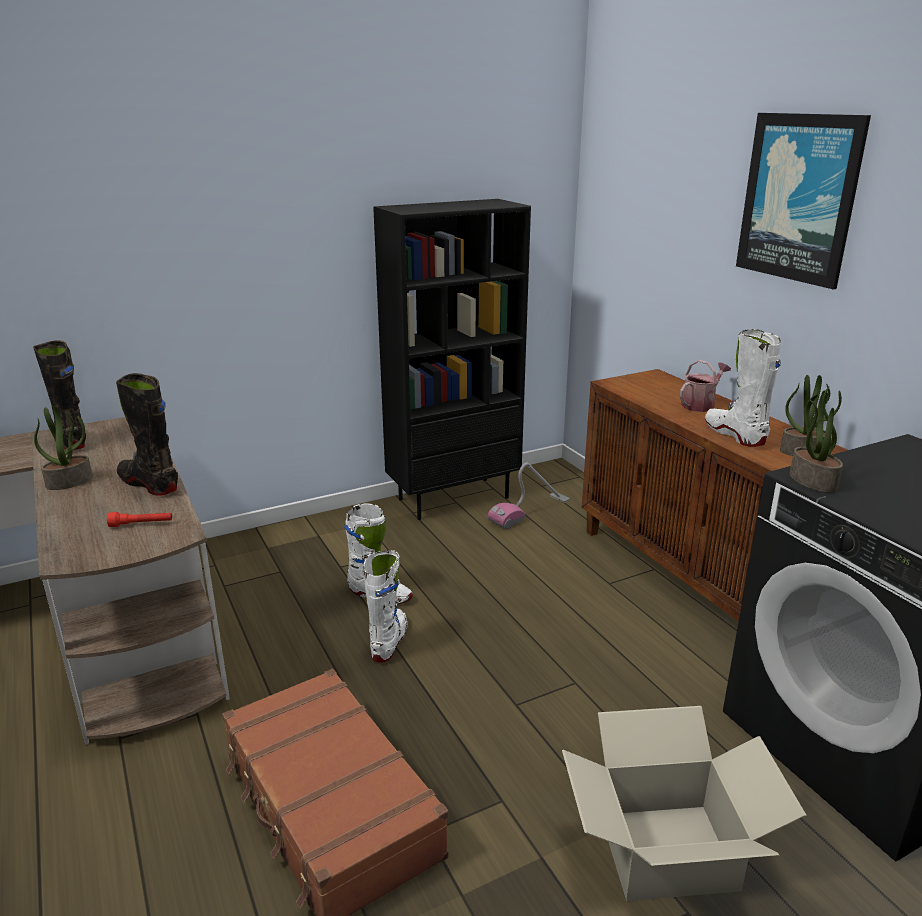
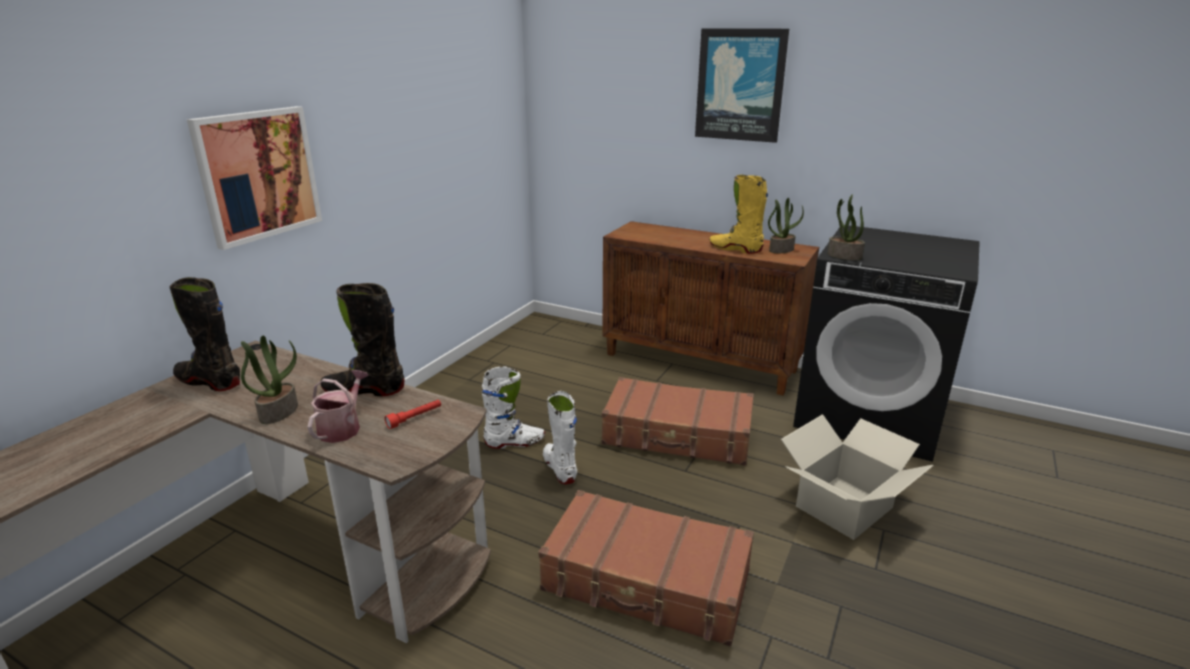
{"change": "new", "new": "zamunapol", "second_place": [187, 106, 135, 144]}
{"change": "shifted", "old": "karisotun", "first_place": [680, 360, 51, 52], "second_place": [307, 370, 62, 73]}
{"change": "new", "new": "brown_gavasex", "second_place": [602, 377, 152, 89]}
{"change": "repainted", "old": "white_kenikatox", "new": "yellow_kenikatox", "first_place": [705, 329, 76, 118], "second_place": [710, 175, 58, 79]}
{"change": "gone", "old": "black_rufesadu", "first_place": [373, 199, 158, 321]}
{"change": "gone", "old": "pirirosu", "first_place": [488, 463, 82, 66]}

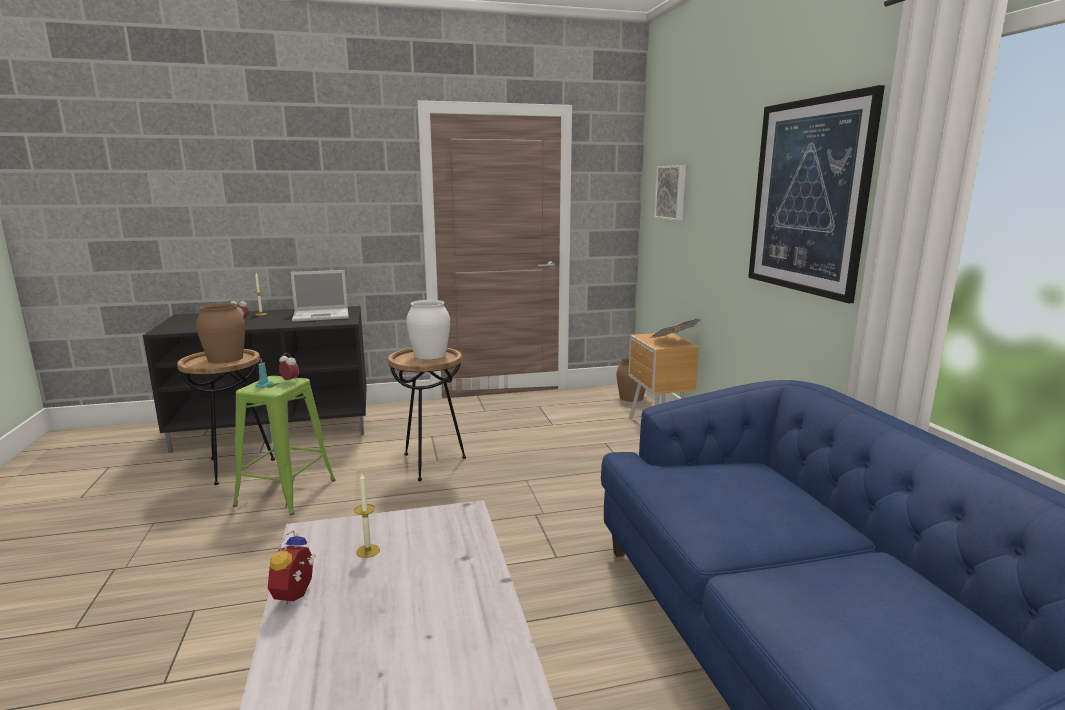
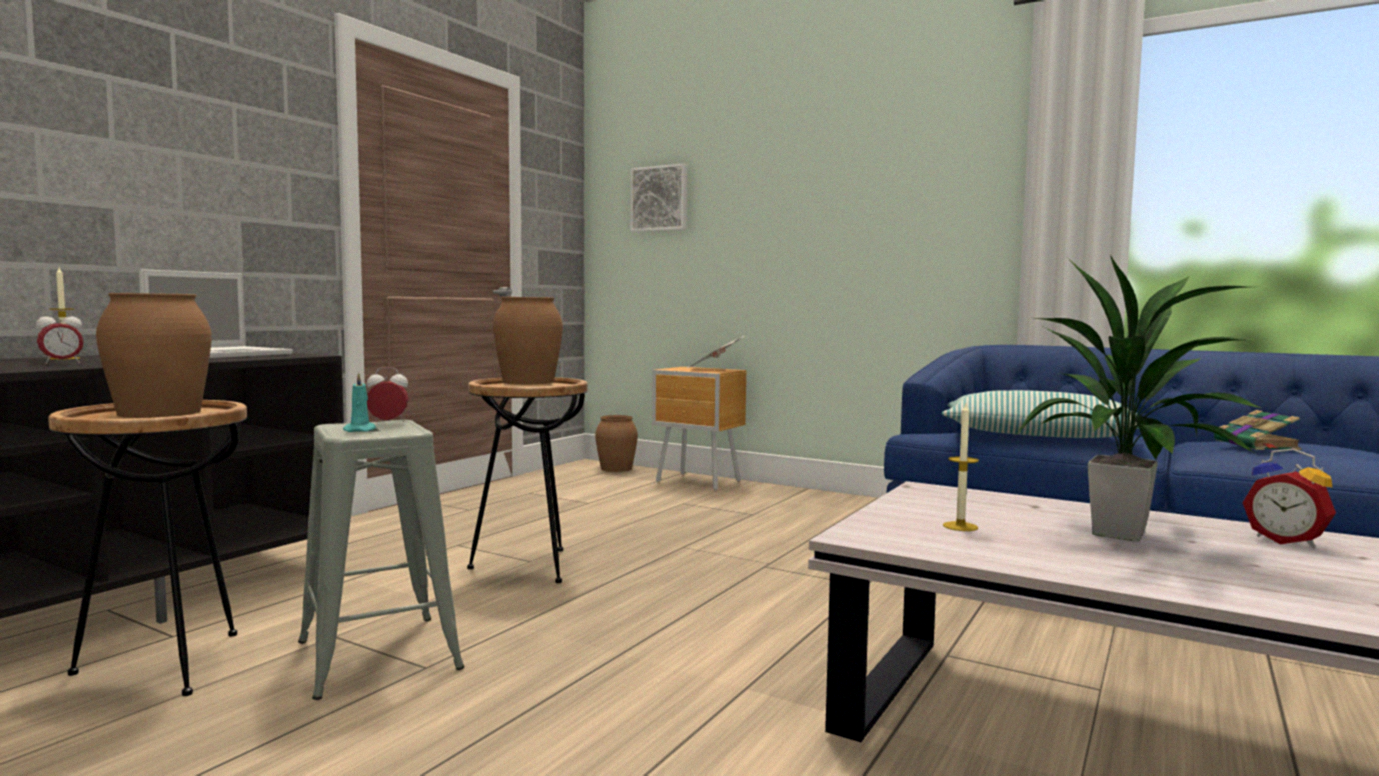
{"change": "repainted", "old": "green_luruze", "new": "grey_luruze", "first_place": [233, 376, 102, 139], "second_place": [298, 420, 166, 280]}
{"change": "repainted", "old": "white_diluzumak", "new": "brown_diluzumak", "first_place": [406, 300, 44, 59], "second_place": [493, 297, 70, 88]}
{"change": "new", "new": "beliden", "second_place": [942, 390, 197, 48]}
{"change": "new", "new": "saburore", "second_place": [1016, 255, 250, 287]}
{"change": "new", "new": "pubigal", "second_place": [1214, 410, 87, 40]}
{"change": "shifted", "old": "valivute", "first_place": [268, 530, 48, 76], "second_place": [1242, 448, 94, 100]}
{"change": "gone", "old": "zamunapol", "first_place": [748, 85, 137, 218]}

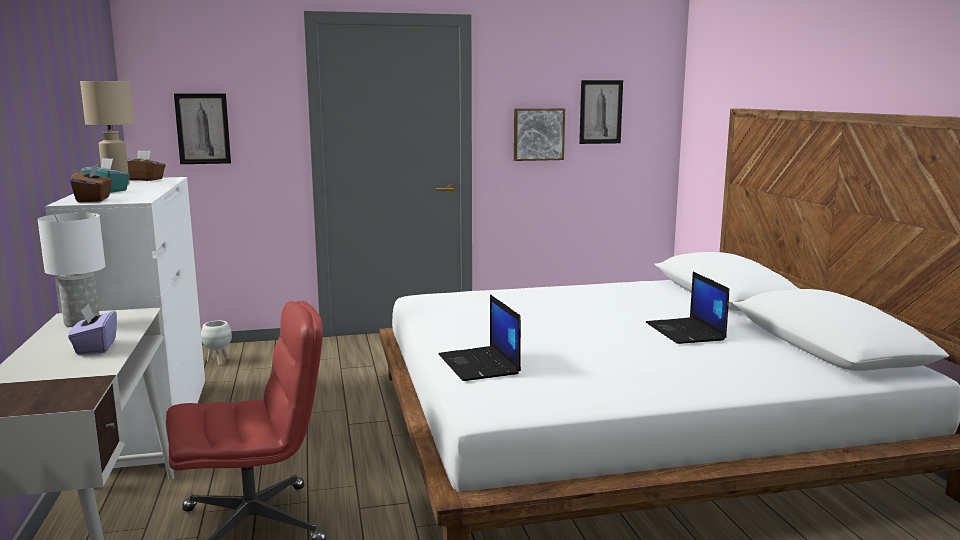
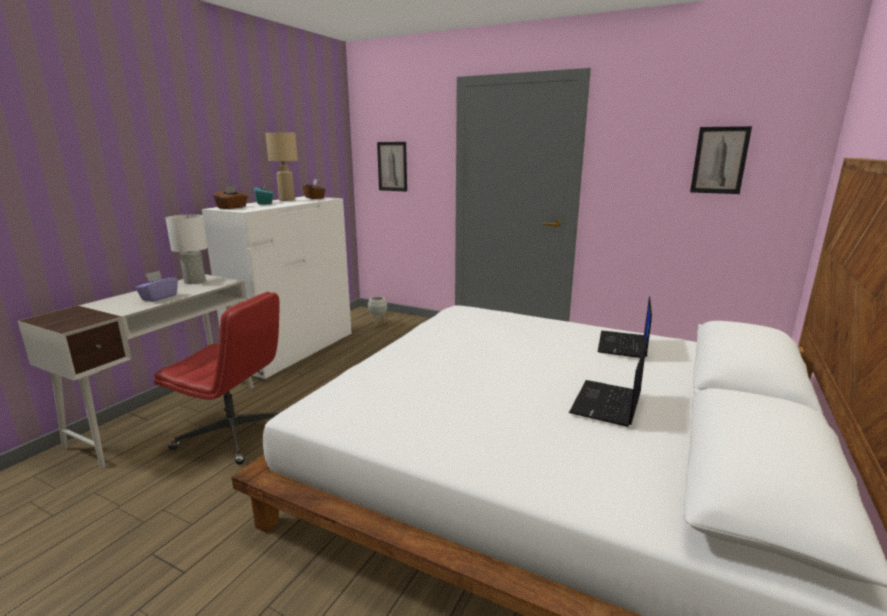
{"change": "shifted", "old": "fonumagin", "first_place": [439, 295, 82, 86], "second_place": [598, 296, 54, 62]}
{"change": "gone", "old": "zamunapol", "first_place": [514, 108, 51, 53]}

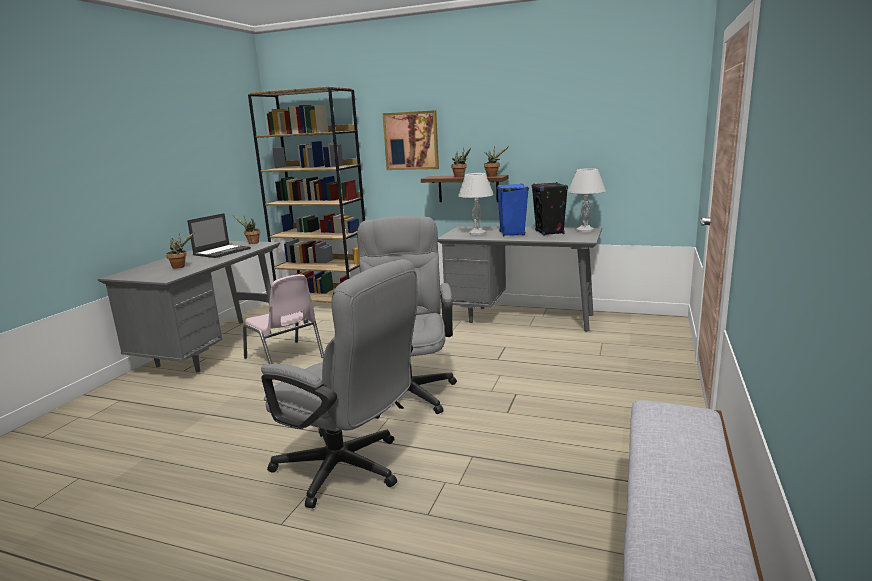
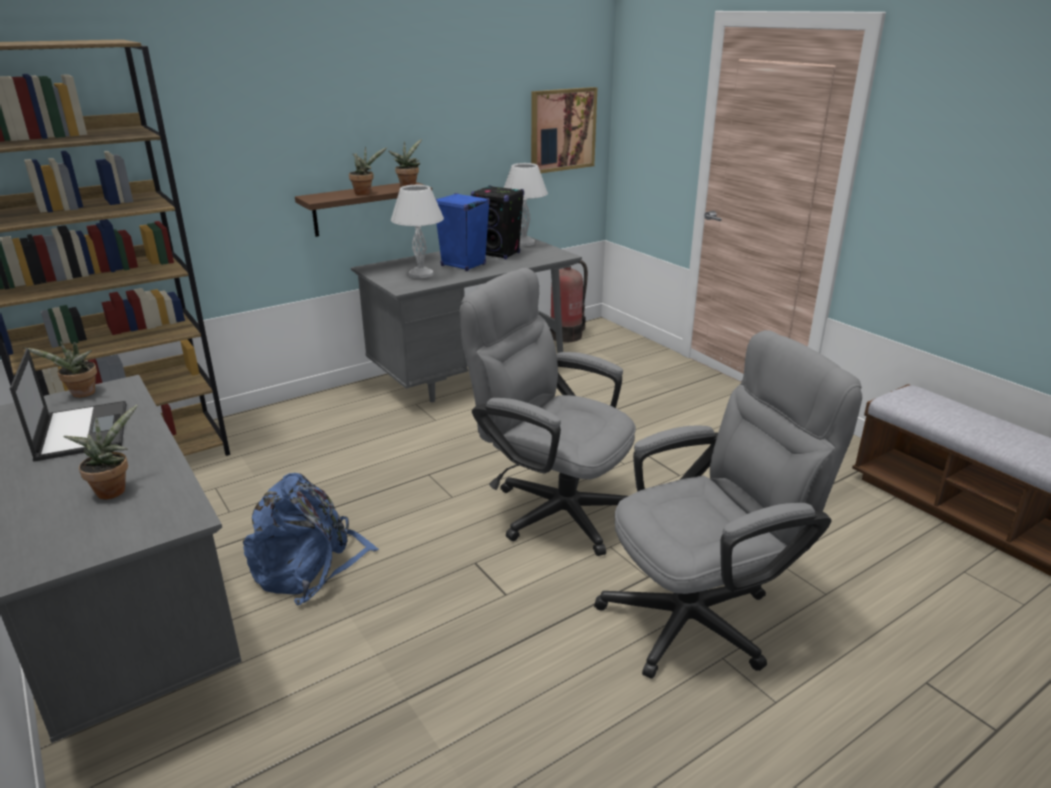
{"change": "swapped", "old": "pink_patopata", "new": "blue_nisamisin", "first_place": [243, 274, 81, 90], "second_place": [243, 473, 136, 132]}
{"change": "shifted", "old": "zamunapol", "first_place": [383, 110, 56, 60], "second_place": [531, 87, 66, 86]}
{"change": "new", "new": "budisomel", "second_place": [550, 260, 38, 82]}

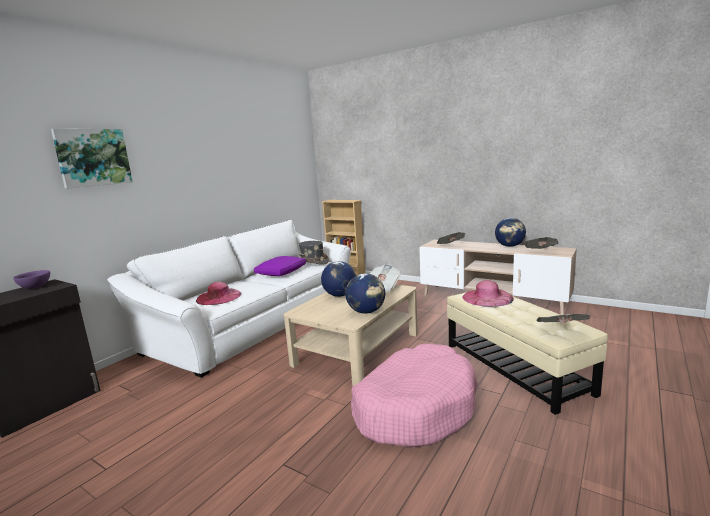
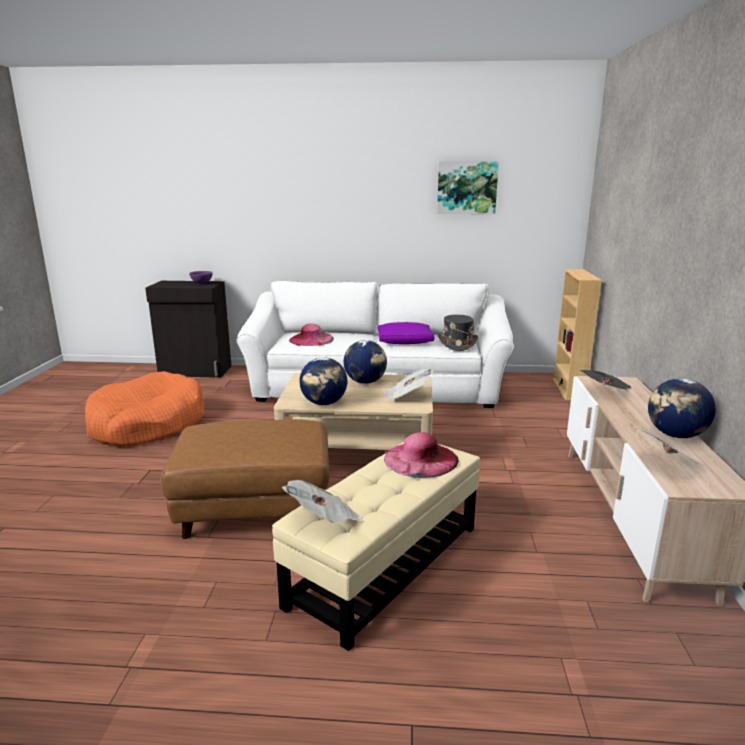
{"change": "new", "new": "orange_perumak", "second_place": [85, 371, 120, 75]}
{"change": "swapped", "old": "pink_perumak", "new": "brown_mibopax", "first_place": [351, 343, 127, 104], "second_place": [160, 419, 170, 120]}
{"change": "shifted", "old": "zamunapol", "first_place": [51, 129, 82, 60], "second_place": [437, 162, 62, 52]}

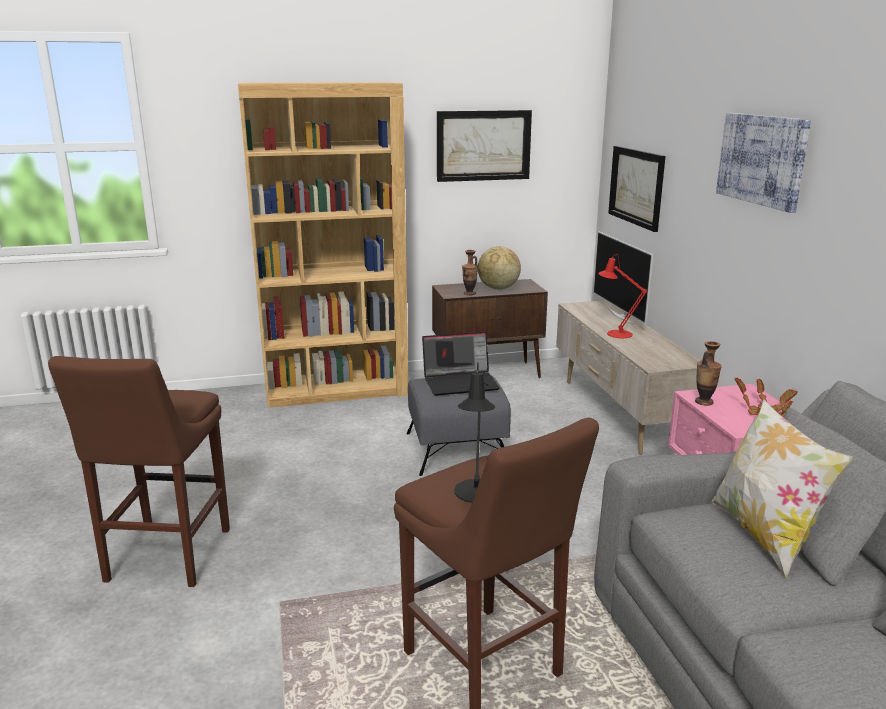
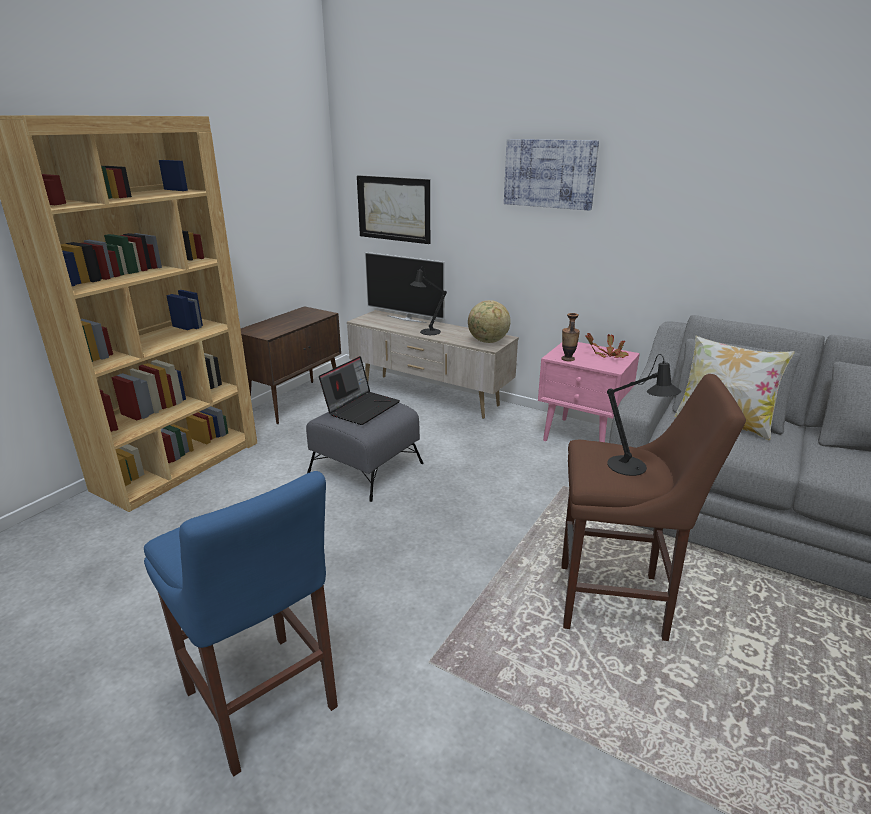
{"change": "repainted", "old": "brown_luruze", "new": "blue_luruze", "first_place": [48, 356, 182, 231], "second_place": [144, 471, 194, 306]}
{"change": "repainted", "old": "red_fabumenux", "new": "black_fabumenux", "first_place": [598, 254, 49, 84], "second_place": [410, 266, 37, 69]}
{"change": "shifted", "old": "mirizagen", "first_place": [478, 246, 43, 44], "second_place": [468, 300, 43, 43]}
{"change": "gone", "old": "zamunapol", "first_place": [437, 110, 95, 72]}
{"change": "gone", "old": "diluzumak", "first_place": [462, 250, 16, 45]}

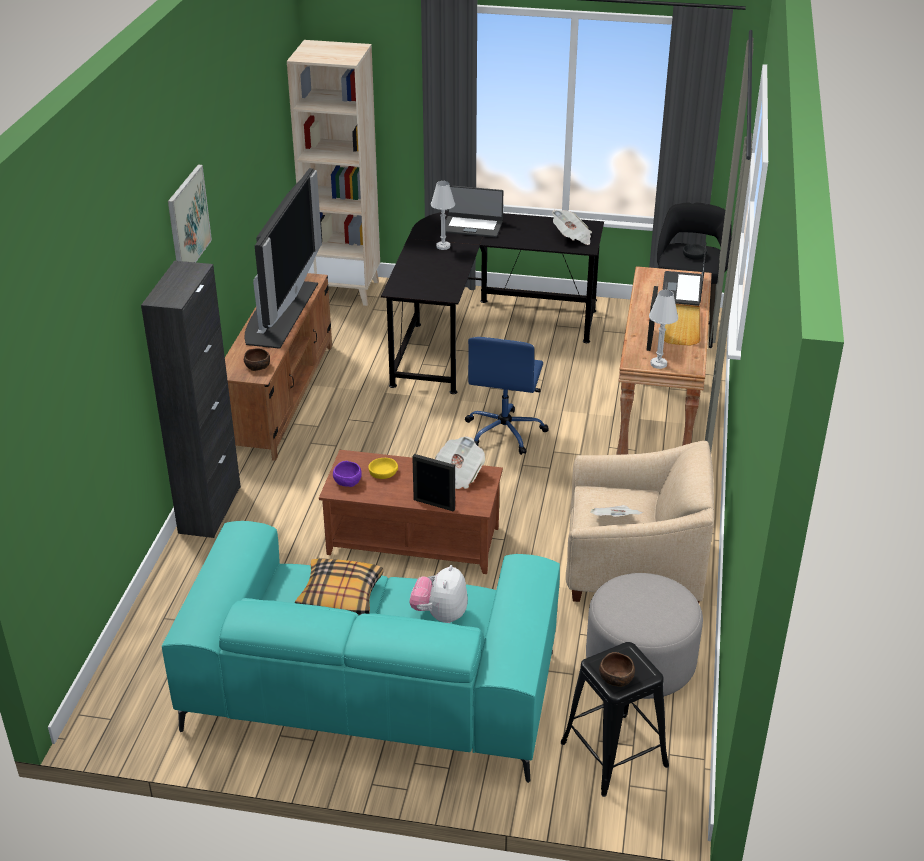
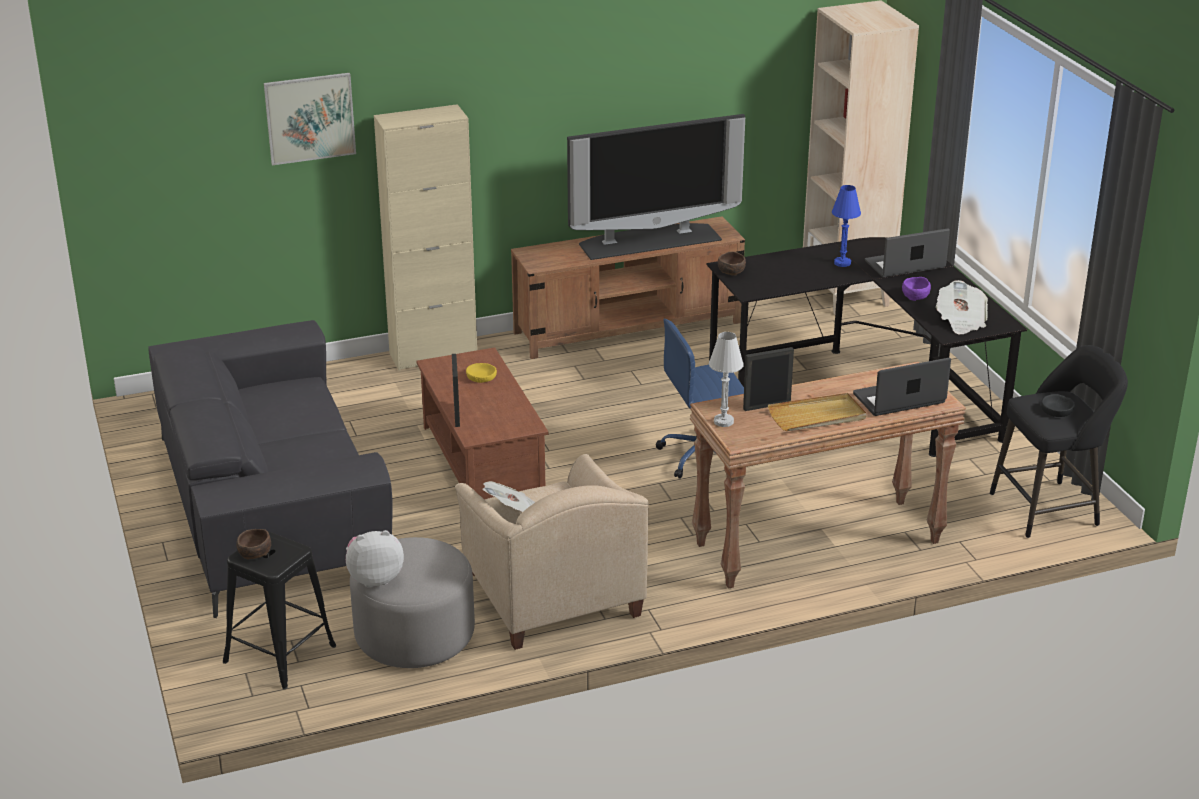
{"change": "repainted", "old": "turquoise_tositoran", "new": "grey_tositoran", "first_place": [162, 521, 398, 262], "second_place": [148, 320, 245, 298]}
{"change": "shifted", "old": "zamunapol", "first_place": [168, 165, 44, 97], "second_place": [264, 73, 92, 92]}
{"change": "shifted", "old": "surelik", "first_place": [410, 565, 58, 58], "second_place": [346, 530, 58, 58]}
{"change": "repainted", "old": "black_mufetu", "new": "beige_mufetu", "first_place": [141, 261, 100, 277], "second_place": [374, 104, 103, 266]}
{"change": "shifted", "old": "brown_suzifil", "first_place": [244, 348, 26, 23], "second_place": [718, 251, 28, 25]}
{"change": "repainted", "old": "white_fabumenux", "new": "blue_fabumenux", "first_place": [431, 181, 24, 69], "second_place": [832, 185, 29, 82]}
{"change": "rotated", "old": "fonumagin", "first_place": [445, 185, 58, 52], "second_place": [865, 228, 85, 49], "degrees": 90}
{"change": "shifted", "old": "purple_suzifil", "first_place": [333, 461, 29, 26], "second_place": [902, 277, 29, 24]}
{"change": "gone", "old": "beliden", "first_place": [295, 559, 88, 56]}
{"change": "gone", "old": "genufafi", "first_place": [435, 436, 50, 53]}

